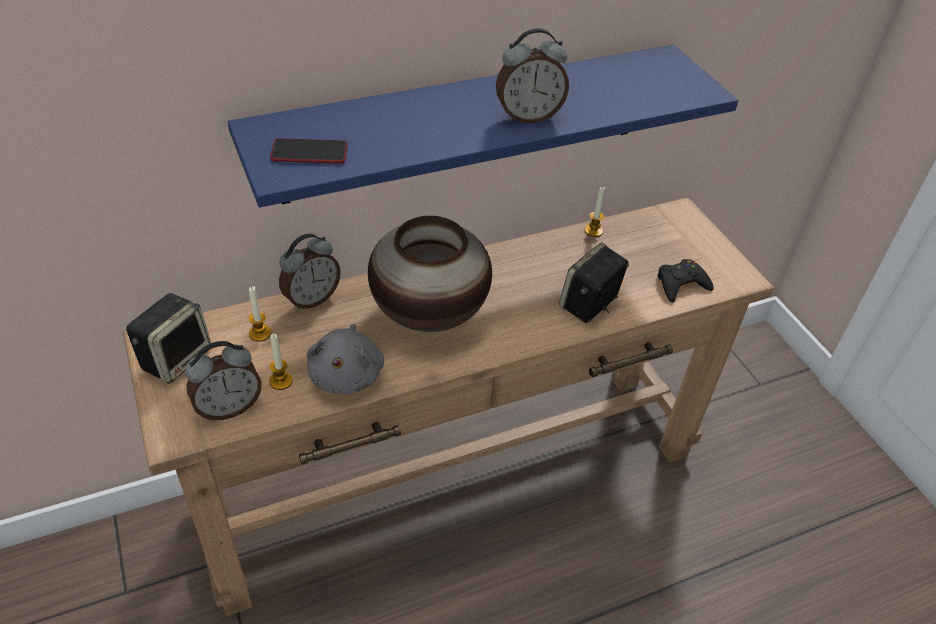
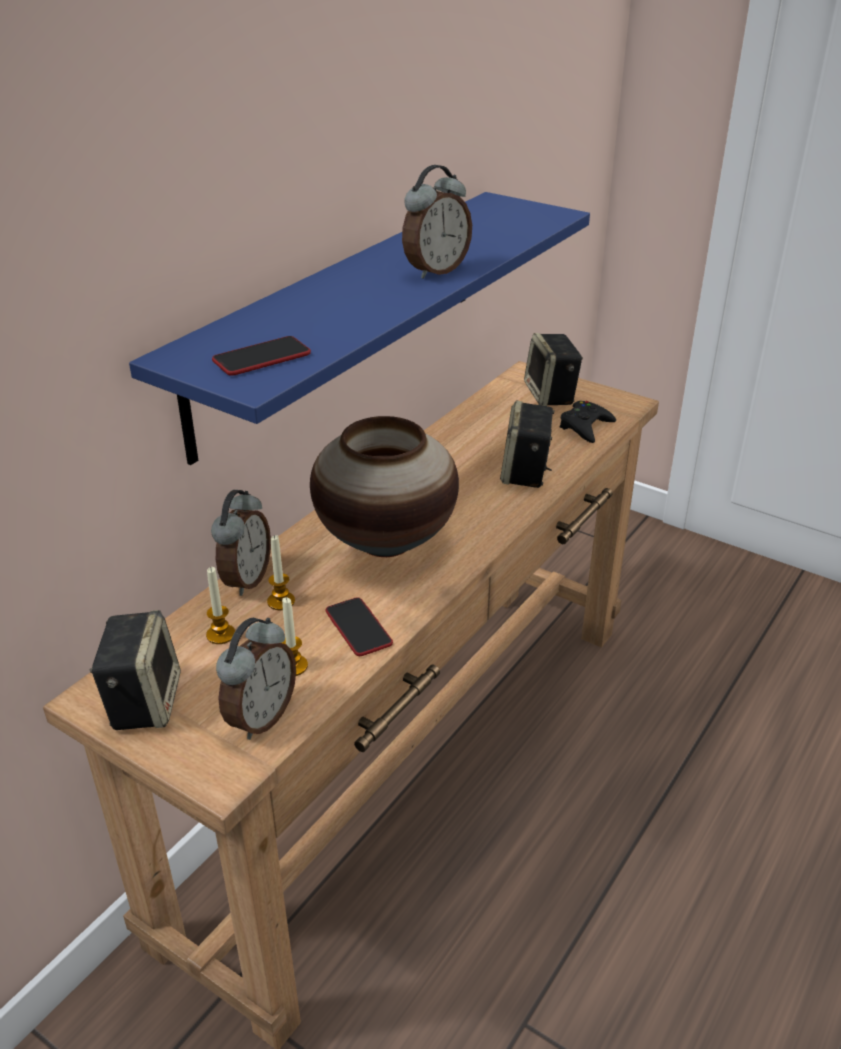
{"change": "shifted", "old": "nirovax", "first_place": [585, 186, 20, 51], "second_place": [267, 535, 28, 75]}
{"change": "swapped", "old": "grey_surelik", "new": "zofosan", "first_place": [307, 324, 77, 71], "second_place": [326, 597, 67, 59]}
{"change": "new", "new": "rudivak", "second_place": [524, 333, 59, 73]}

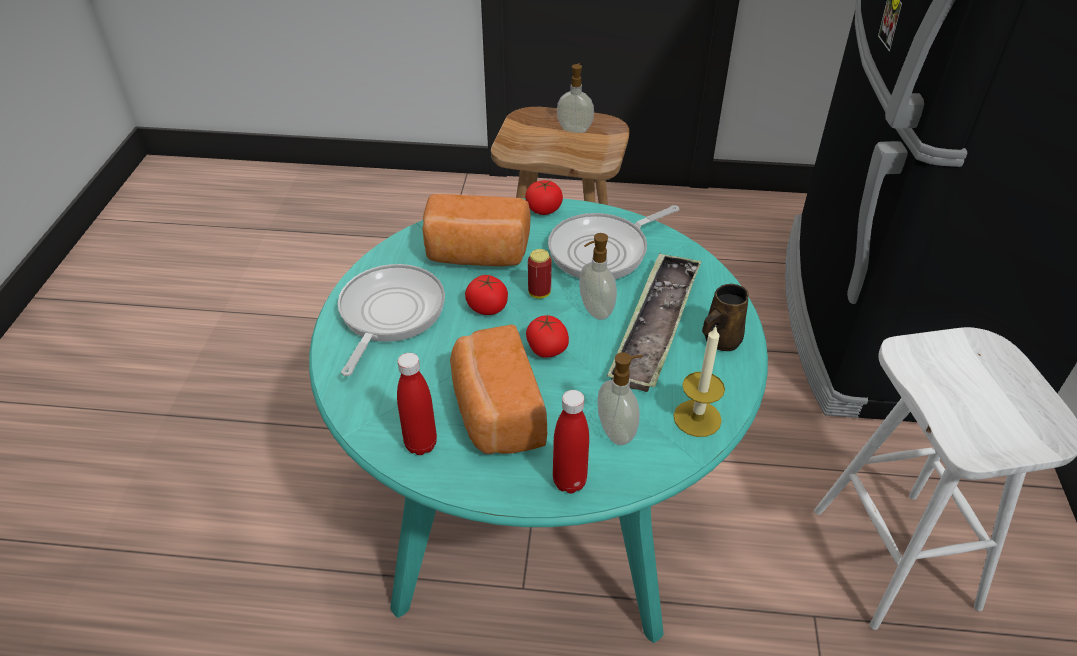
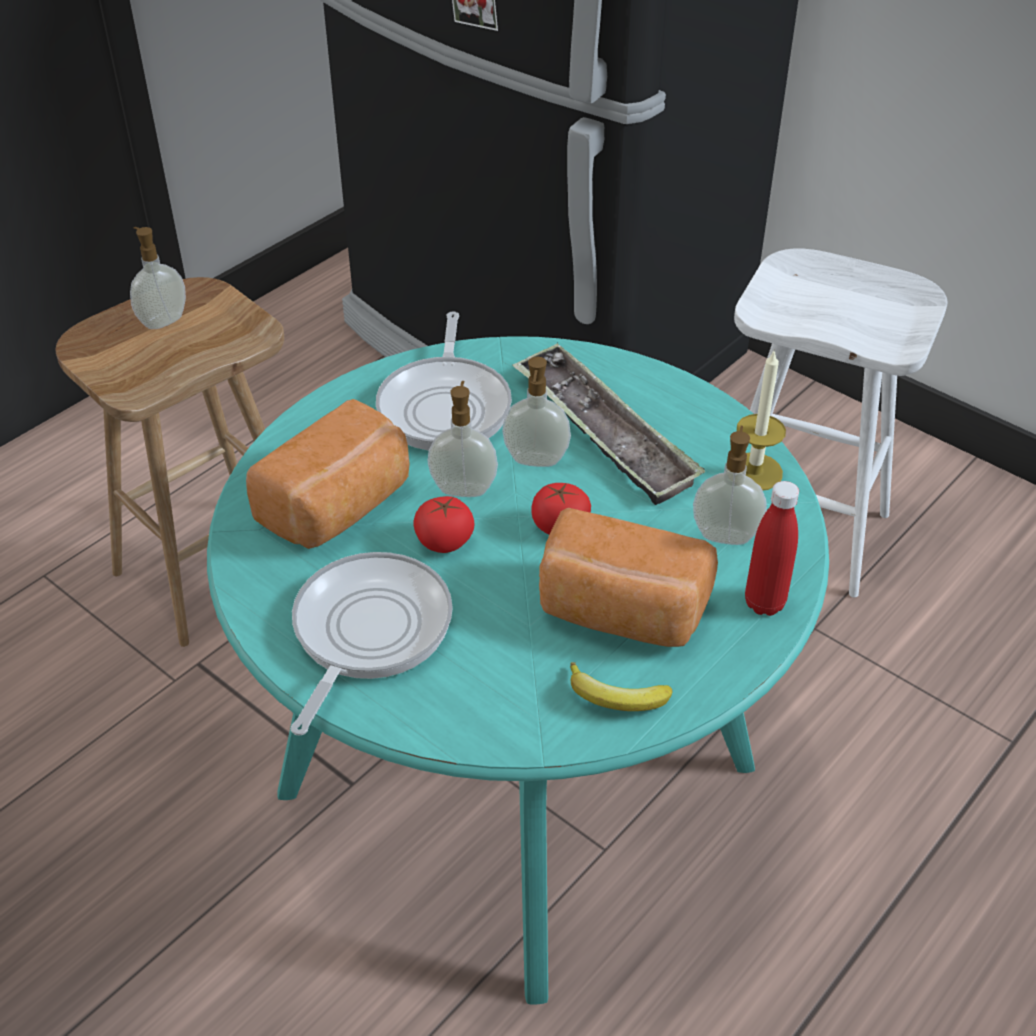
{"change": "rotated", "old": "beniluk", "first_place": [338, 264, 107, 112], "second_place": [291, 552, 162, 184], "degrees": 60}
{"change": "swapped", "old": "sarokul", "new": "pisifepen", "first_place": [528, 249, 24, 50], "second_place": [428, 381, 70, 116]}
{"change": "swapped", "old": "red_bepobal", "new": "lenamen", "first_place": [397, 353, 40, 102], "second_place": [570, 662, 103, 49]}
{"change": "gone", "old": "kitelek", "first_place": [525, 180, 38, 35]}
{"change": "gone", "old": "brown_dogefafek", "first_place": [702, 284, 47, 67]}

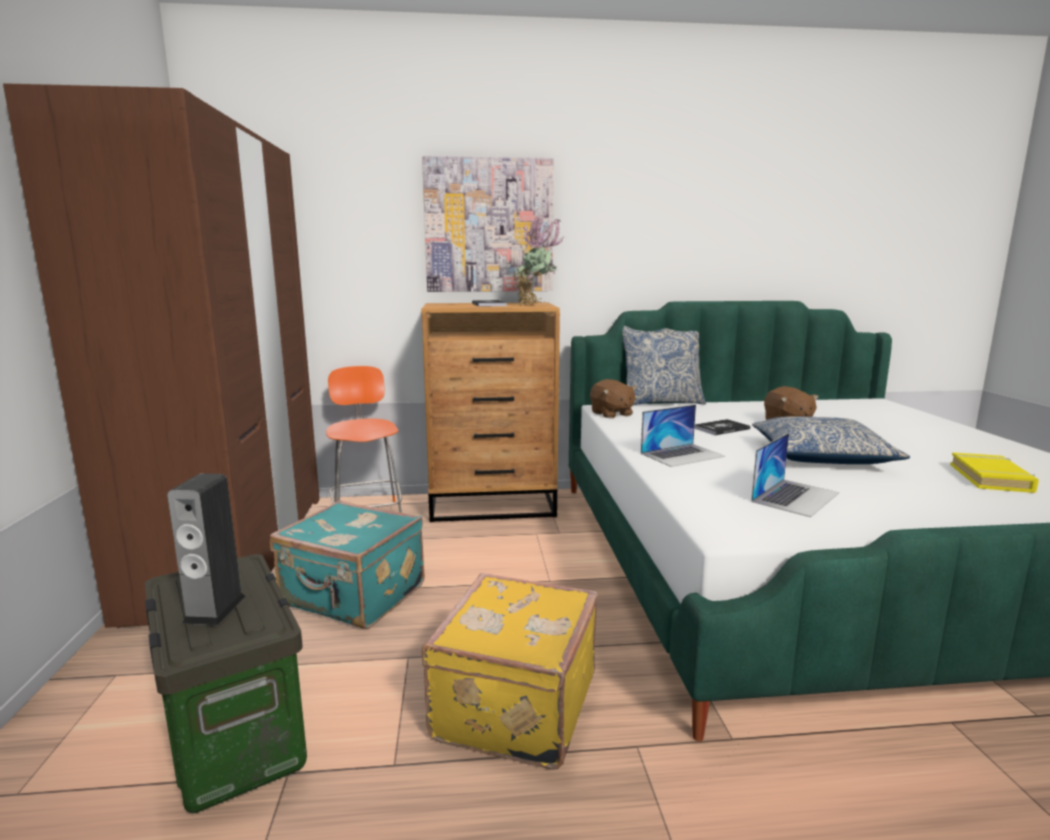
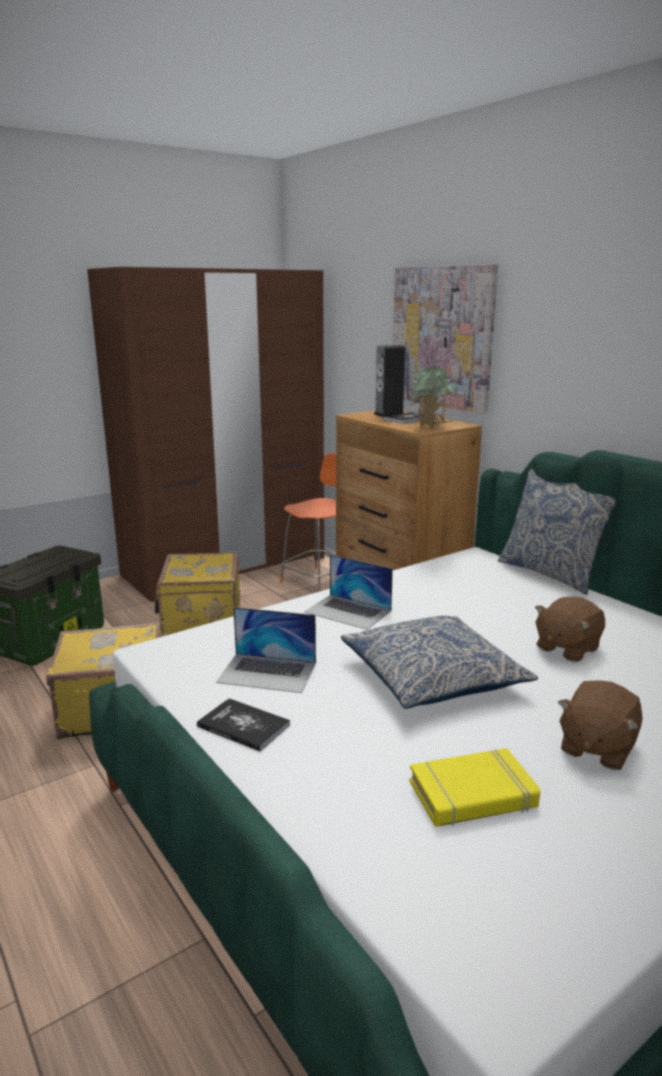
{"change": "repainted", "old": "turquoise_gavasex", "new": "yellow_gavasex", "first_place": [270, 500, 155, 129], "second_place": [155, 552, 85, 84]}
{"change": "shifted", "old": "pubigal", "first_place": [694, 419, 57, 16], "second_place": [197, 698, 93, 54]}
{"change": "shifted", "old": "rudivak", "first_place": [167, 473, 79, 152], "second_place": [374, 345, 31, 72]}
{"change": "shifted", "old": "brown_surelik", "first_place": [590, 379, 47, 40], "second_place": [558, 680, 85, 90]}

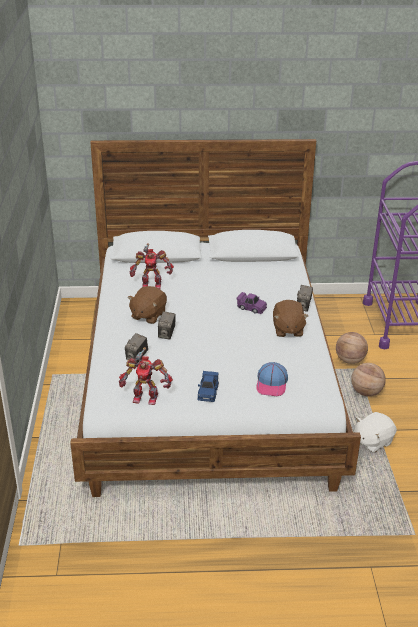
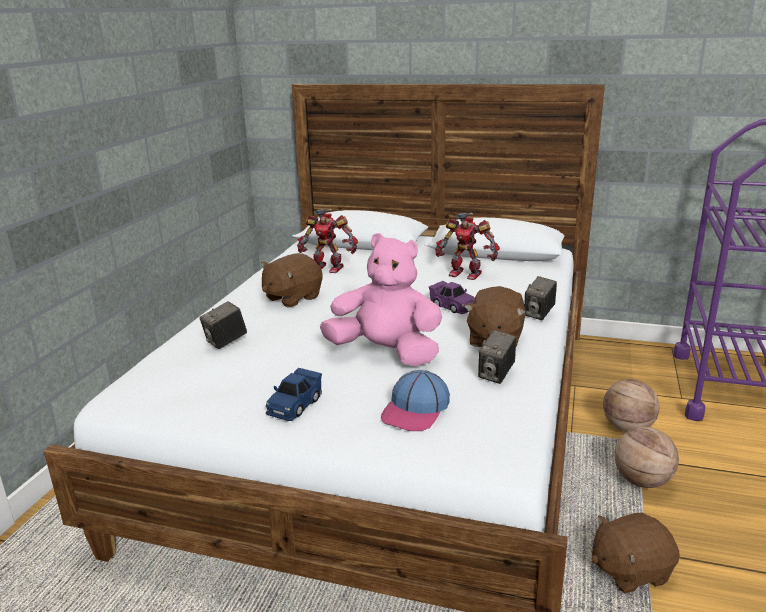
{"change": "new", "new": "pink_surelik", "second_place": [320, 233, 122, 133]}
{"change": "shifted", "old": "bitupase", "first_place": [119, 347, 54, 58], "second_place": [435, 213, 65, 67]}
{"change": "shifted", "old": "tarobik", "first_place": [158, 311, 17, 29], "second_place": [478, 330, 38, 54]}
{"change": "repainted", "old": "white_surelik", "new": "brown_surelik", "first_place": [355, 412, 42, 41], "second_place": [592, 512, 88, 81]}

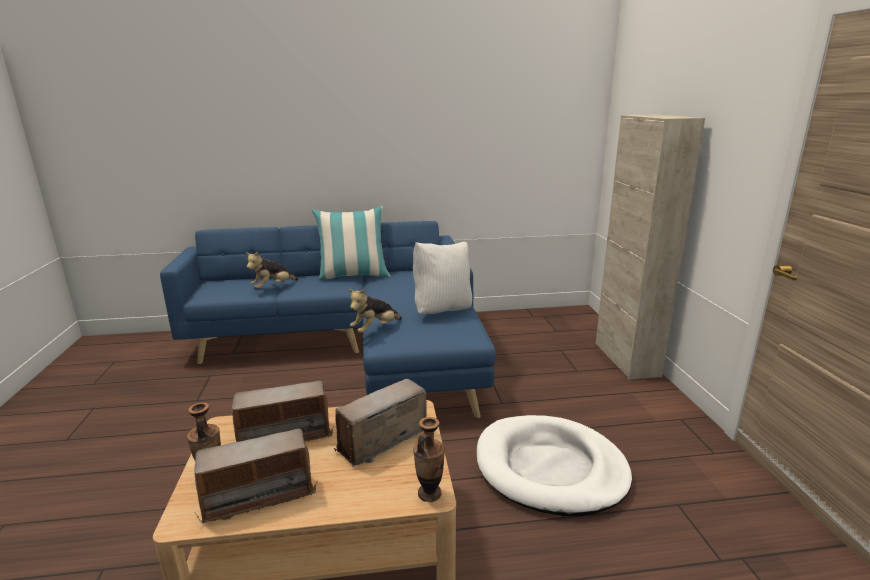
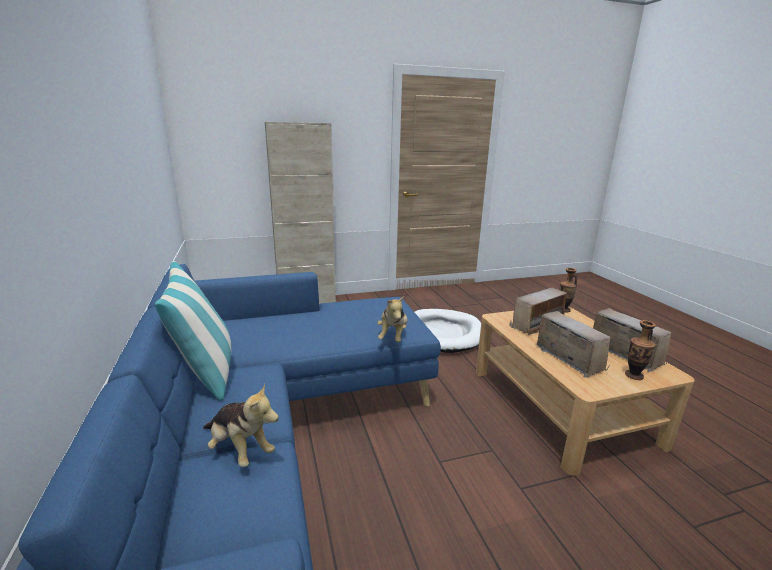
{"change": "rotated", "old": "surelik", "first_place": [348, 289, 54, 44], "second_place": [377, 296, 31, 46], "degrees": 60}
{"change": "rotated", "old": "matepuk", "first_place": [334, 379, 93, 88], "second_place": [509, 288, 58, 47], "degrees": -75}
{"change": "gone", "old": "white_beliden", "first_place": [413, 242, 59, 72]}

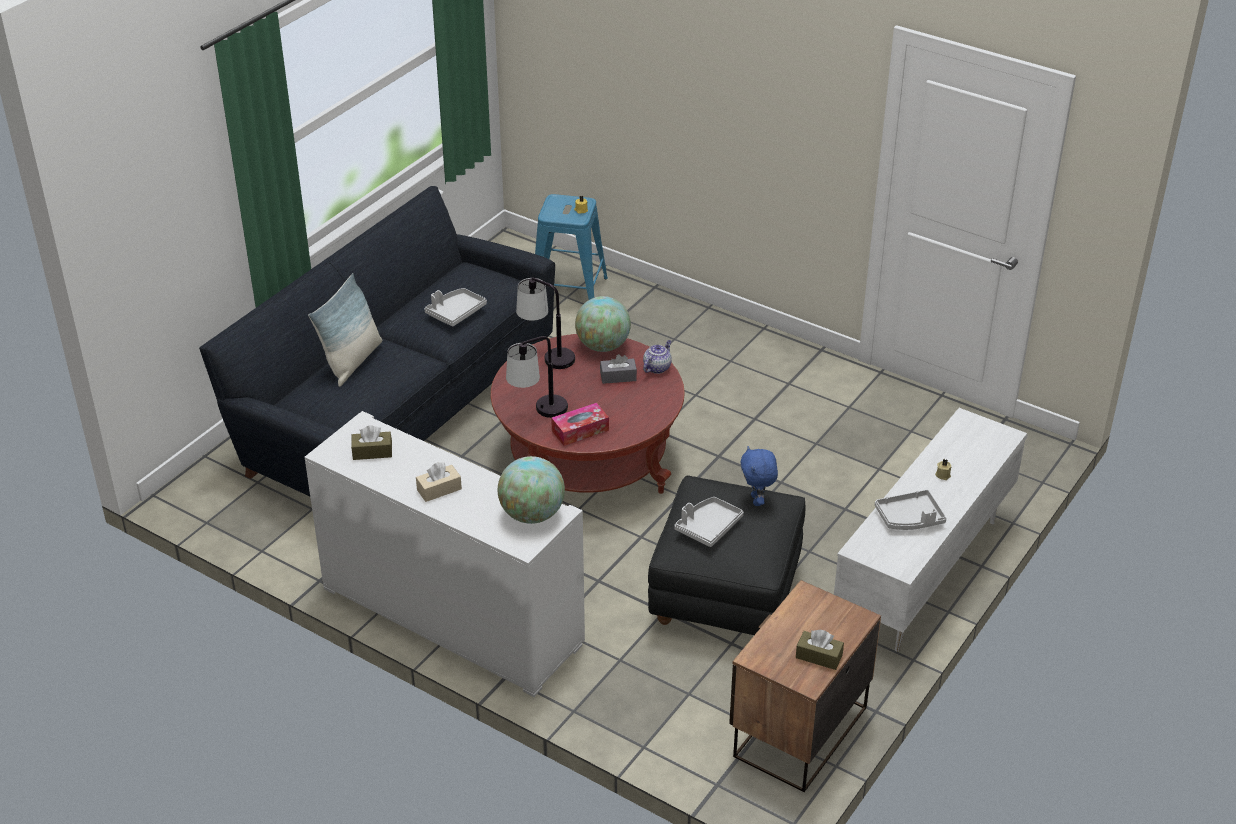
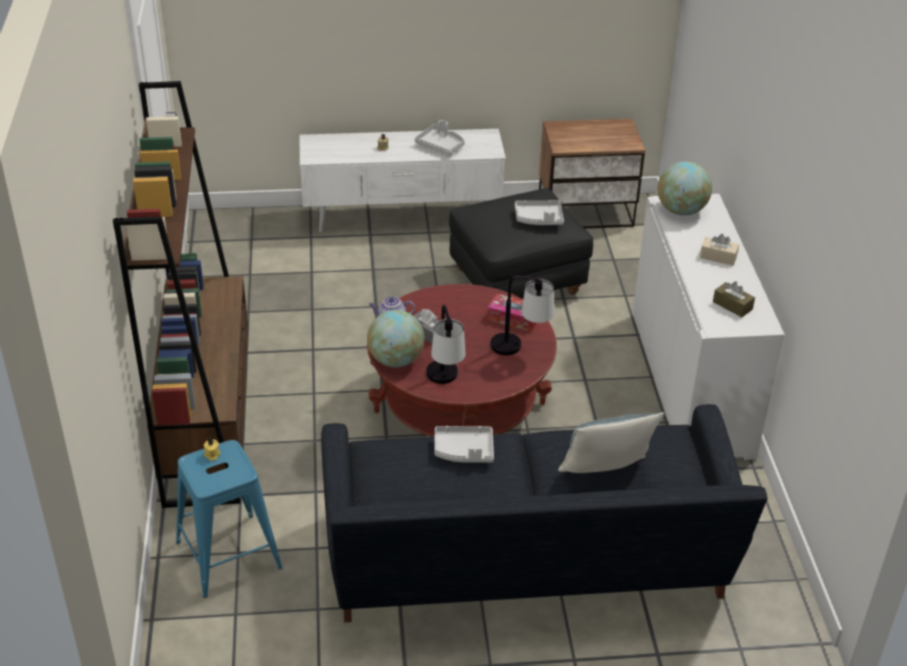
{"change": "new", "new": "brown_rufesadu", "second_place": [113, 81, 135, 427]}
{"change": "gone", "old": "blue_surelik", "first_place": [740, 446, 38, 60]}
{"change": "gone", "old": "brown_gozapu", "first_place": [796, 630, 48, 40]}

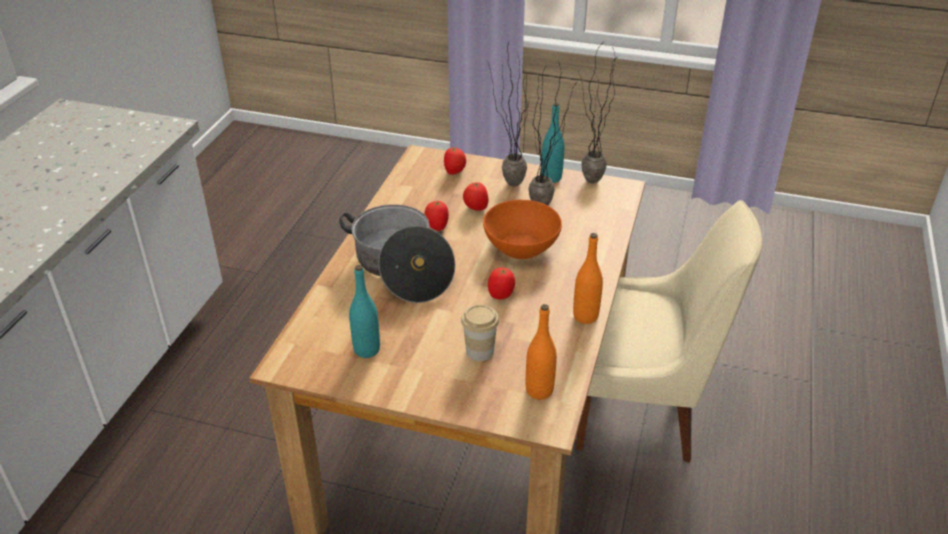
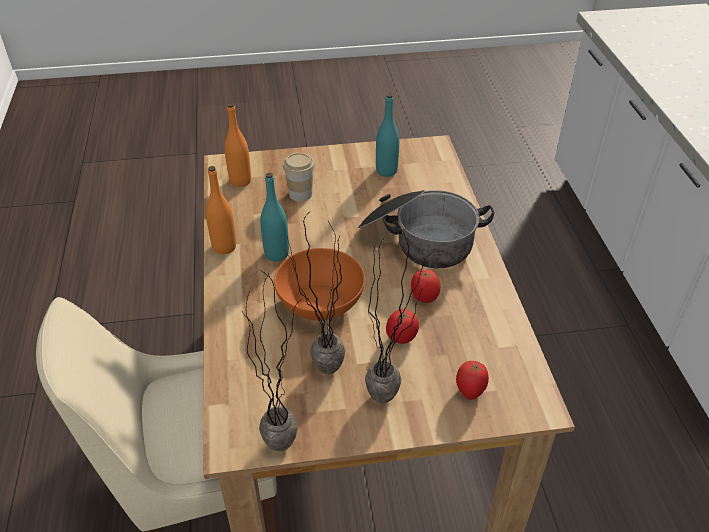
{"change": "shifted", "old": "turquoise_bepobal", "first_place": [541, 103, 23, 80], "second_place": [260, 173, 29, 88]}
{"change": "gone", "old": "kitelek", "first_place": [488, 267, 27, 33]}

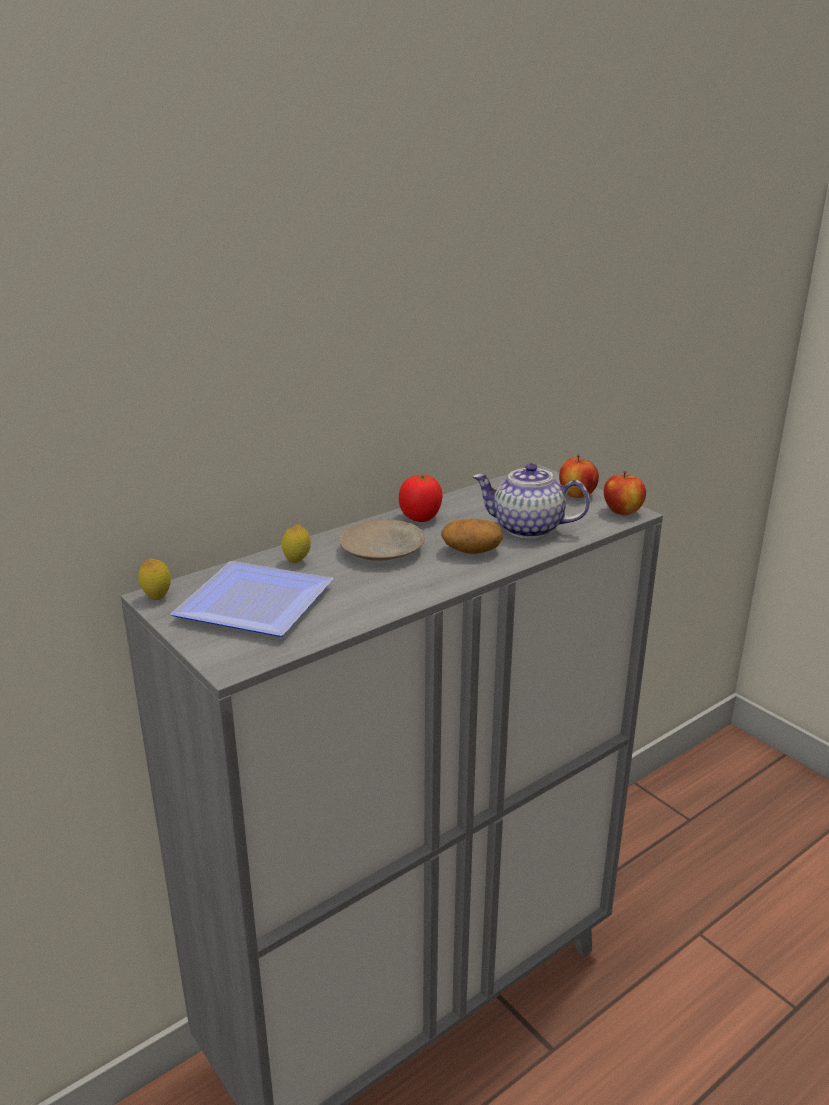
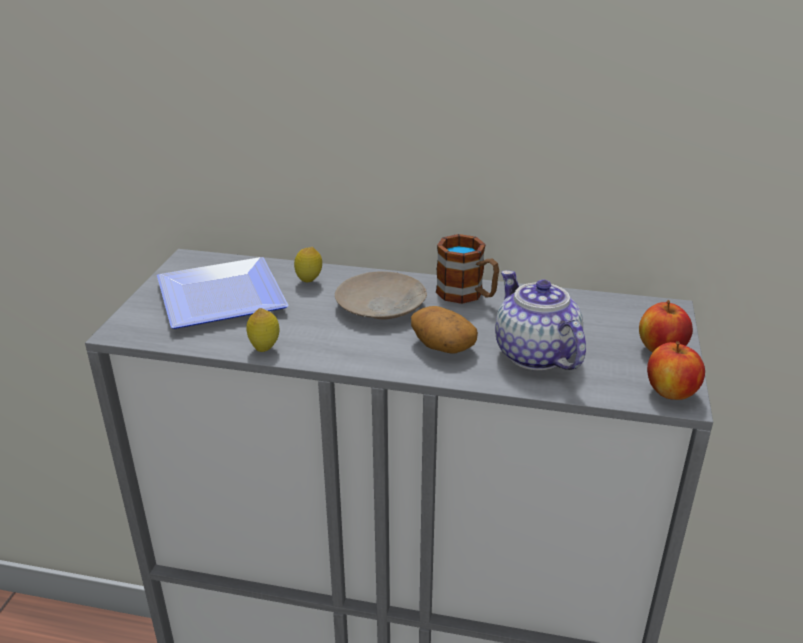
{"change": "shifted", "old": "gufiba", "first_place": [138, 558, 33, 42], "second_place": [246, 308, 34, 44]}
{"change": "swapped", "old": "kitelek", "new": "dogefafek", "first_place": [399, 475, 44, 47], "second_place": [436, 234, 63, 70]}

